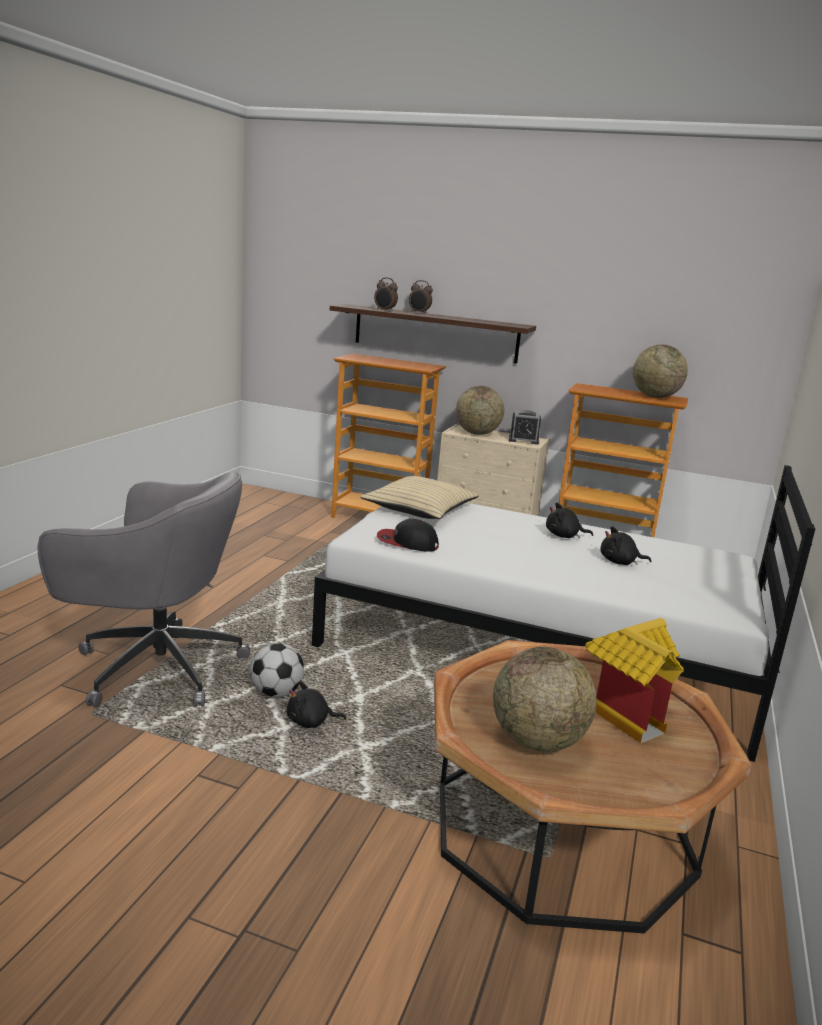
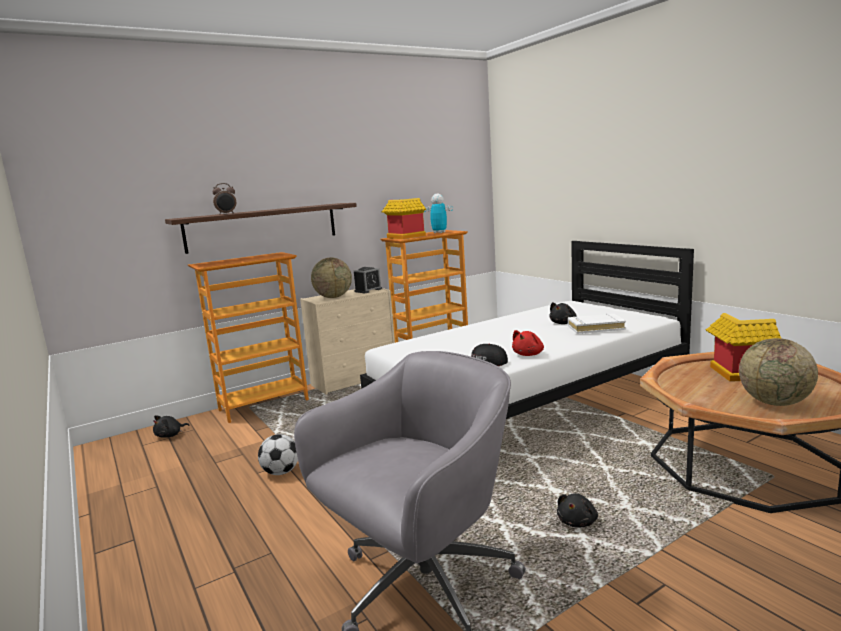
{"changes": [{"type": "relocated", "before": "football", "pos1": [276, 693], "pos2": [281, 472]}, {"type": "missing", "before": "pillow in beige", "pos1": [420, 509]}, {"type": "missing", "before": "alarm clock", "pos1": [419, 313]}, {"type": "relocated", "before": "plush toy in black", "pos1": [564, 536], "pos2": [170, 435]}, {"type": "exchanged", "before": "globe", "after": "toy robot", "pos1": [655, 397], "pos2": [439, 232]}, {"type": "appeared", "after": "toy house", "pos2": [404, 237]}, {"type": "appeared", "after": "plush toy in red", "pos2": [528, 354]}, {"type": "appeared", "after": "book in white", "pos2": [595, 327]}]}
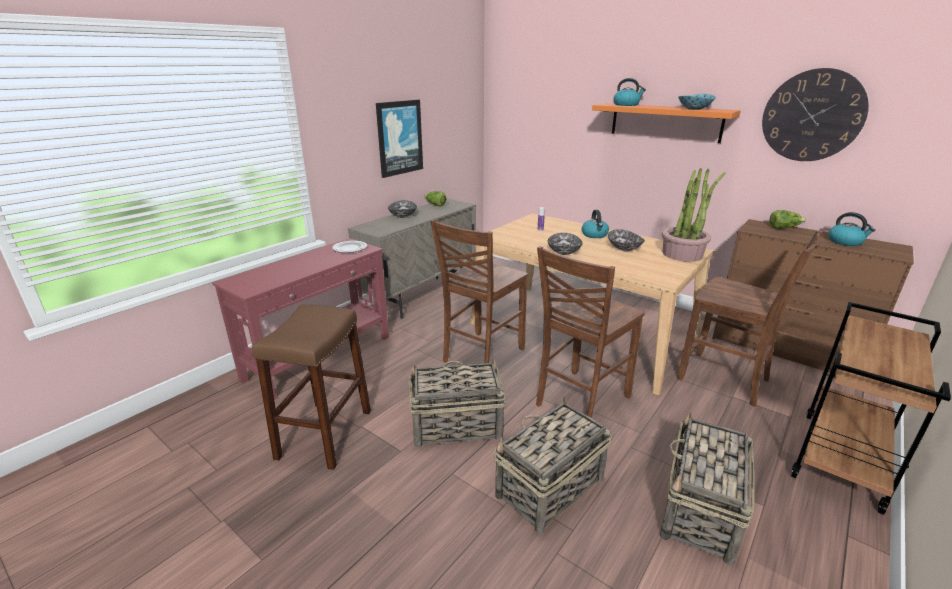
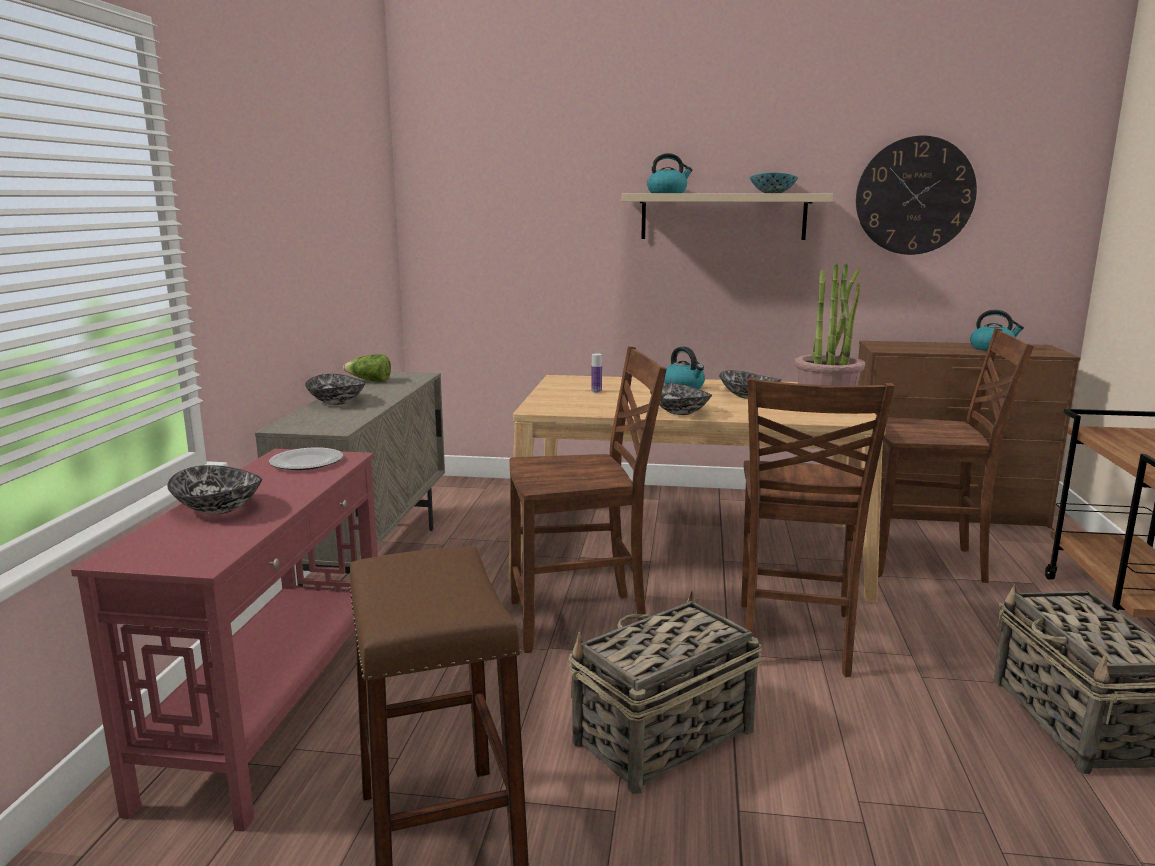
{"changes": [{"type": "missing", "before": "picture", "pos1": [399, 138]}, {"type": "spun", "before": "chair in brown", "pos1": [481, 355], "pos2": [581, 621], "turn": -105}, {"type": "missing", "before": "basket", "pos1": [549, 488]}, {"type": "colour", "before": "shelf in orange", "after": "shelf in beige", "pos1": [665, 122], "pos2": [723, 216]}, {"type": "missing", "before": "lettuce", "pos1": [783, 228]}, {"type": "appeared", "after": "bowl", "pos2": [219, 508]}]}
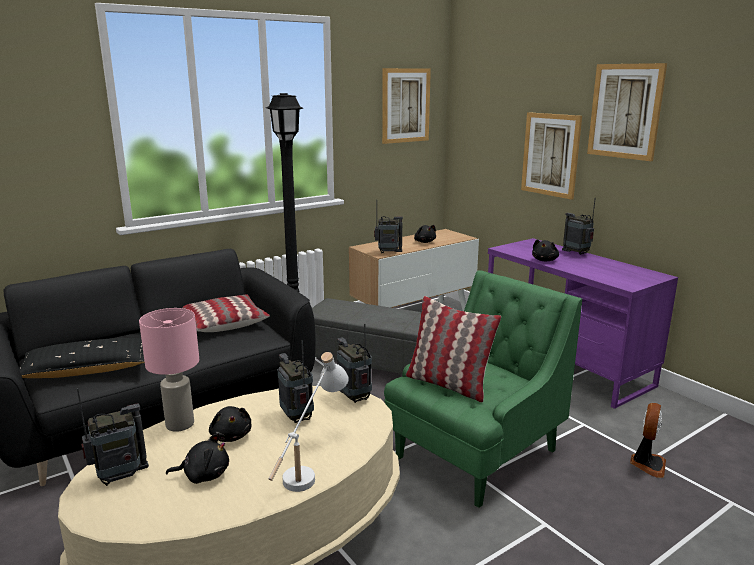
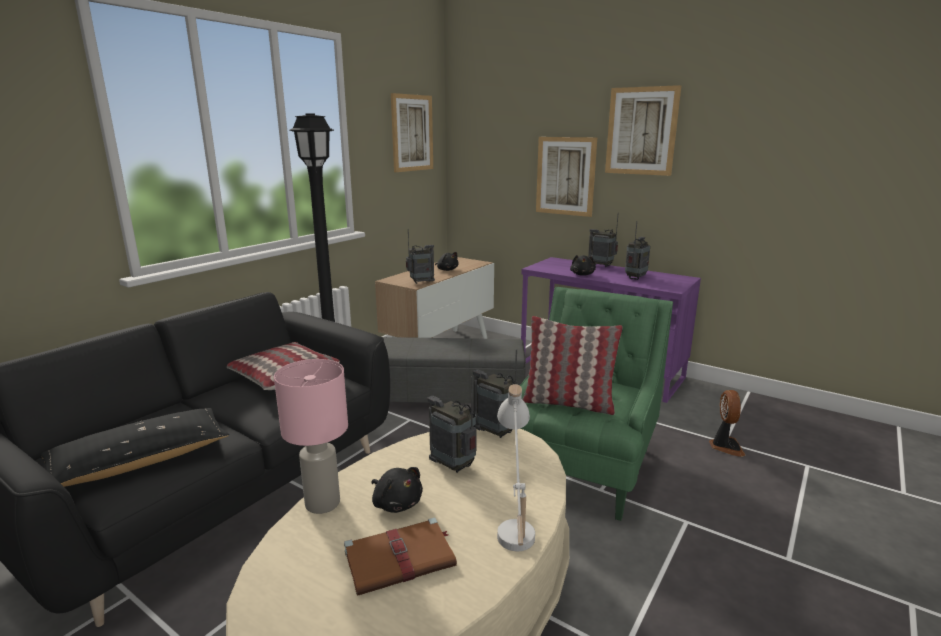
{"changes": [{"type": "relocated", "before": "radio", "pos1": [119, 478], "pos2": [635, 278]}, {"type": "exchanged", "before": "plush toy in black", "after": "book in brown", "pos1": [204, 475], "pos2": [401, 558]}]}
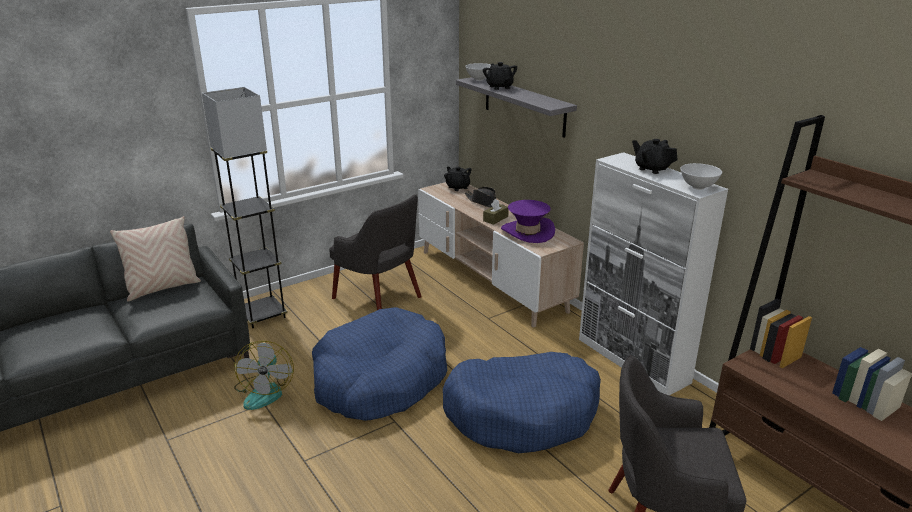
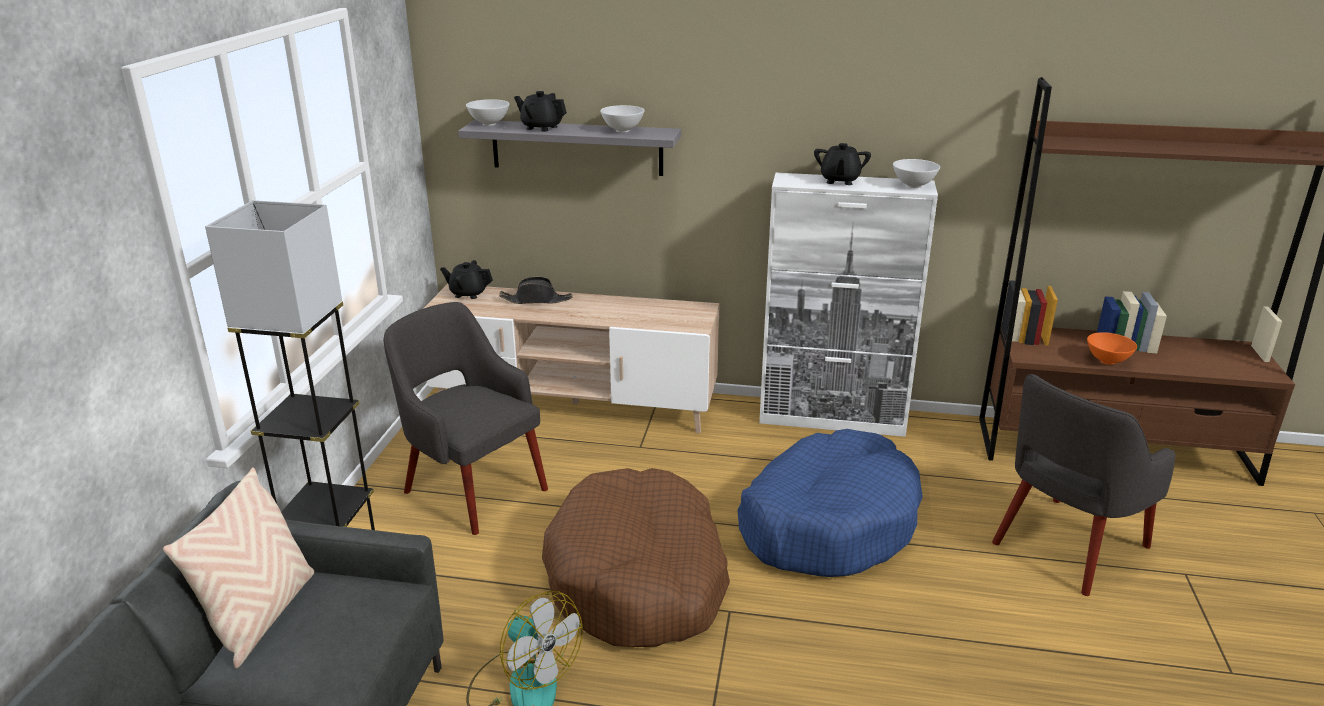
{"changes": [{"type": "colour", "before": "dog bed in blue", "after": "dog bed in brown", "pos1": [380, 379], "pos2": [638, 579]}, {"type": "spun", "before": "armchair in grey", "pos1": [378, 298], "pos2": [473, 489], "turn": -135}, {"type": "missing", "before": "tissue box in brown", "pos1": [495, 219]}, {"type": "missing", "before": "hat in purple", "pos1": [527, 232]}, {"type": "spun", "before": "teapot in black", "pos1": [652, 169], "pos2": [839, 181], "turn": -75}, {"type": "appeared", "after": "bowl in white", "pos2": [623, 131]}, {"type": "appeared", "after": "bowl in orange", "pos2": [1107, 361]}]}
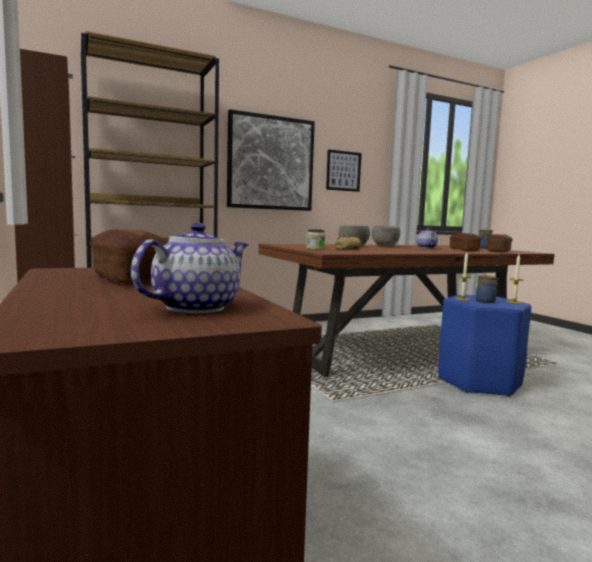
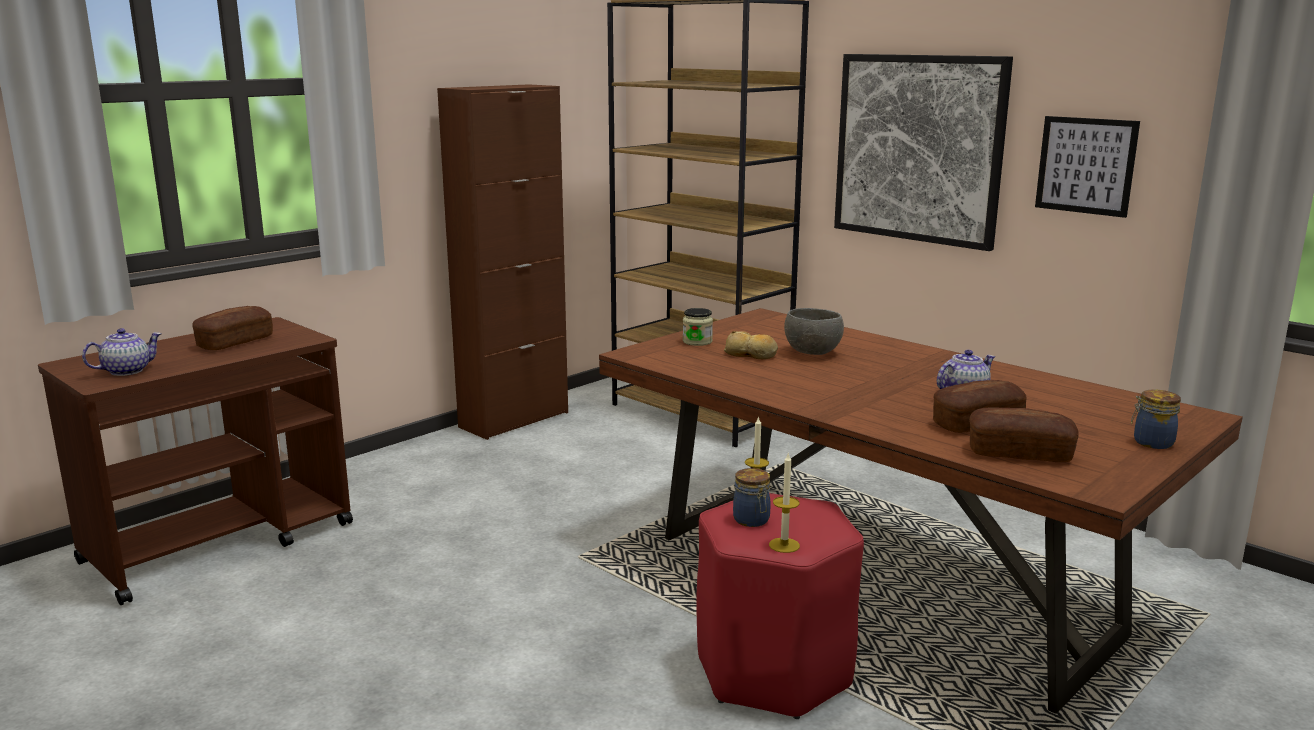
{"changes": [{"type": "spun", "before": "teapot", "pos1": [196, 307], "pos2": [127, 371], "turn": -60}, {"type": "missing", "before": "bowl in grey", "pos1": [384, 246]}, {"type": "colour", "before": "stool in blue", "after": "stool in red", "pos1": [479, 383], "pos2": [772, 672]}]}
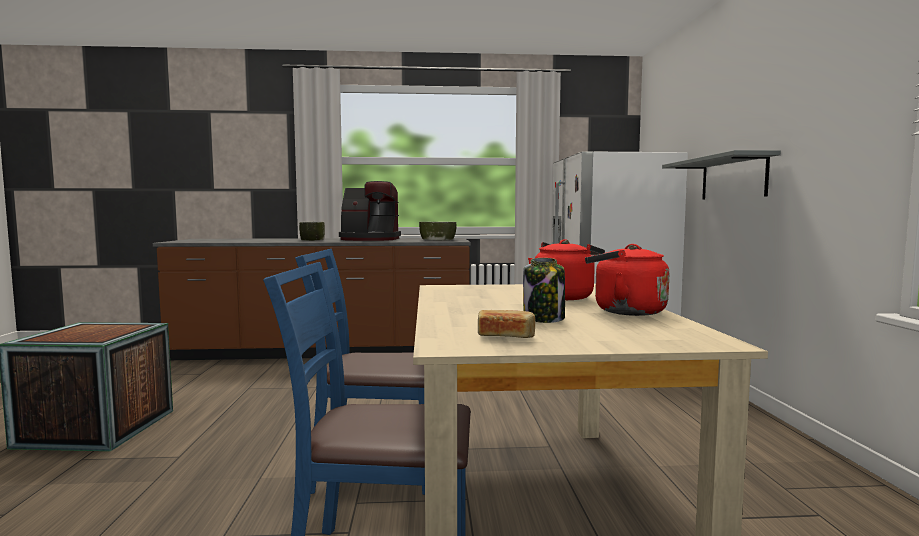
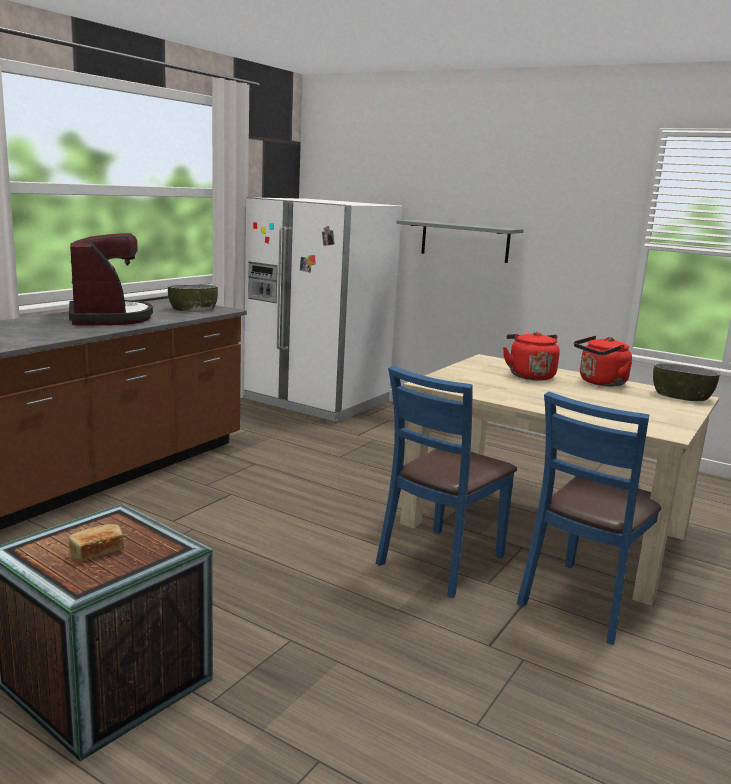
{"changes": [{"type": "relocated", "before": "bowl", "pos1": [312, 240], "pos2": [681, 396]}, {"type": "spun", "before": "coffee machine", "pos1": [370, 239], "pos2": [108, 317], "turn": -60}, {"type": "relocated", "before": "bread", "pos1": [505, 336], "pos2": [96, 552]}, {"type": "missing", "before": "jar", "pos1": [544, 318]}]}
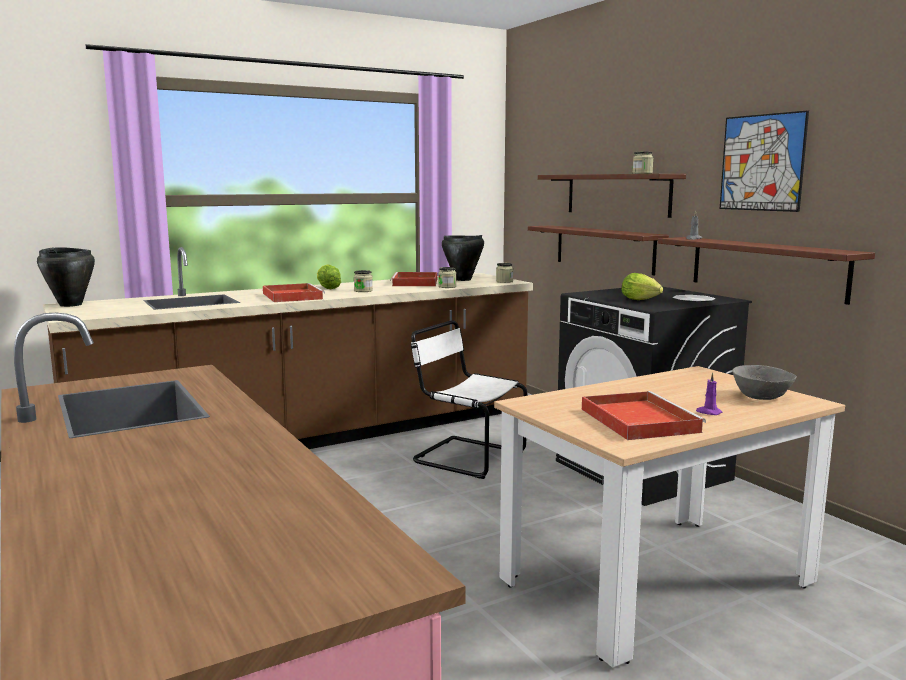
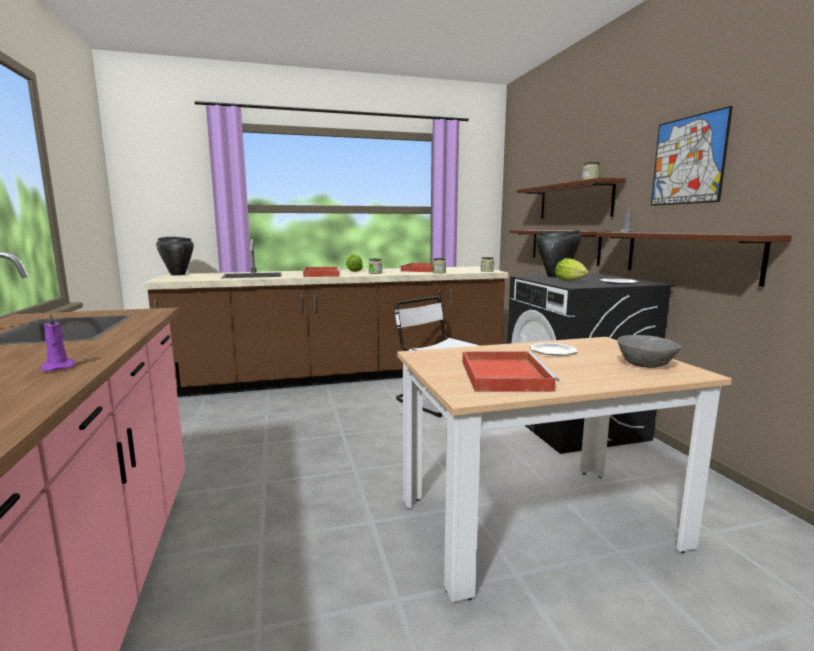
{"changes": [{"type": "relocated", "before": "cooking pot in black", "pos1": [463, 279], "pos2": [556, 276]}, {"type": "relocated", "before": "candle in purple", "pos1": [708, 412], "pos2": [58, 367]}, {"type": "appeared", "after": "plate", "pos2": [552, 351]}]}
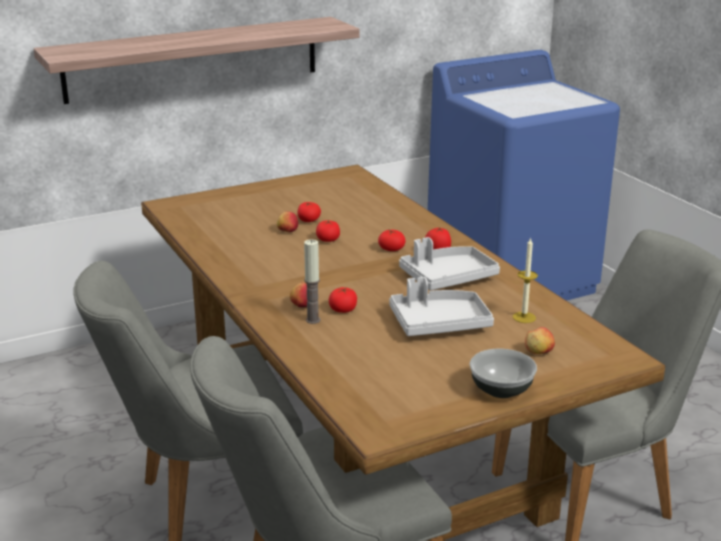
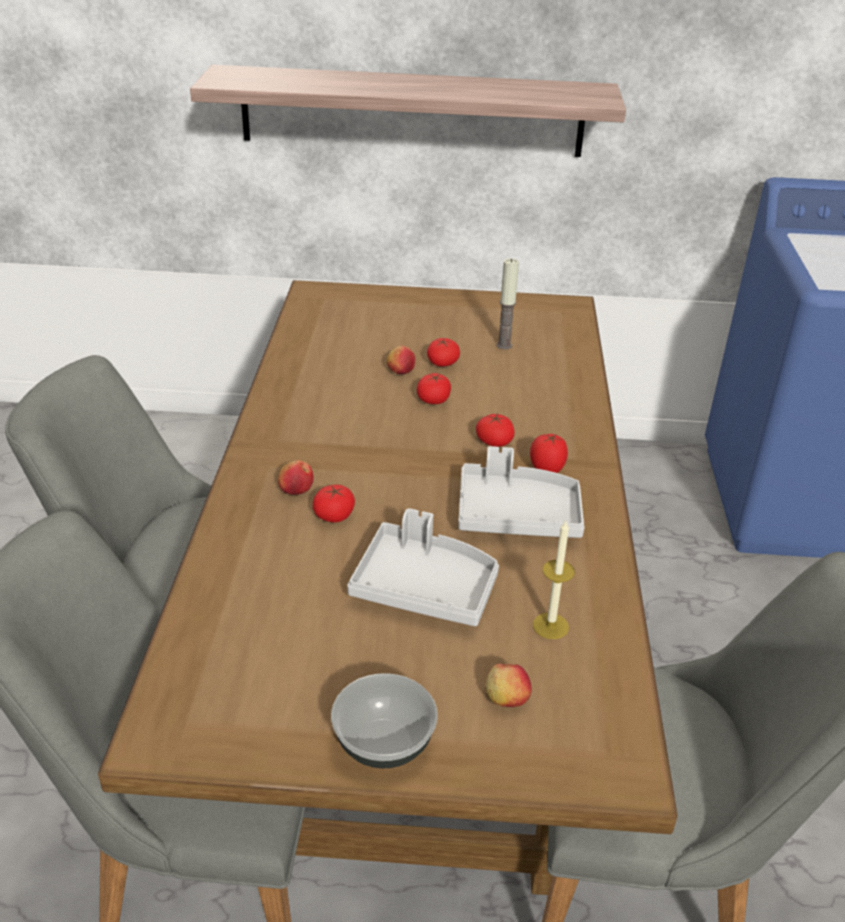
{"changes": [{"type": "relocated", "before": "candle", "pos1": [313, 320], "pos2": [504, 345]}]}
